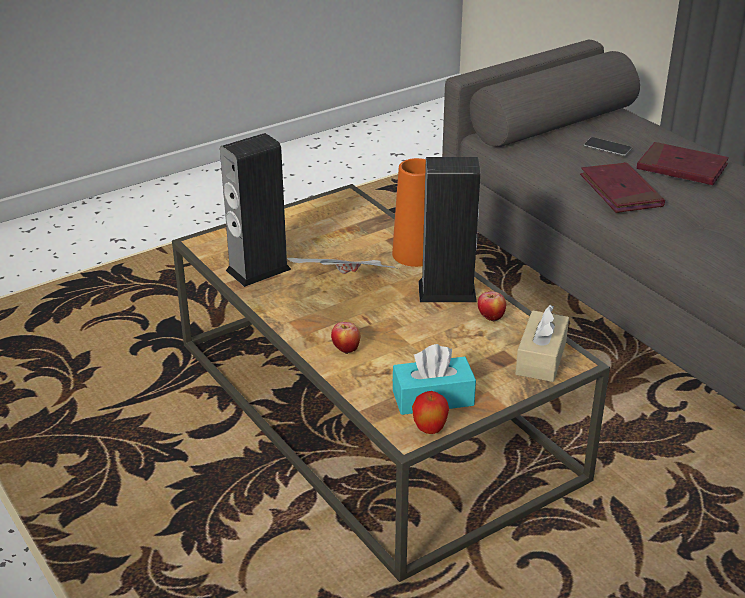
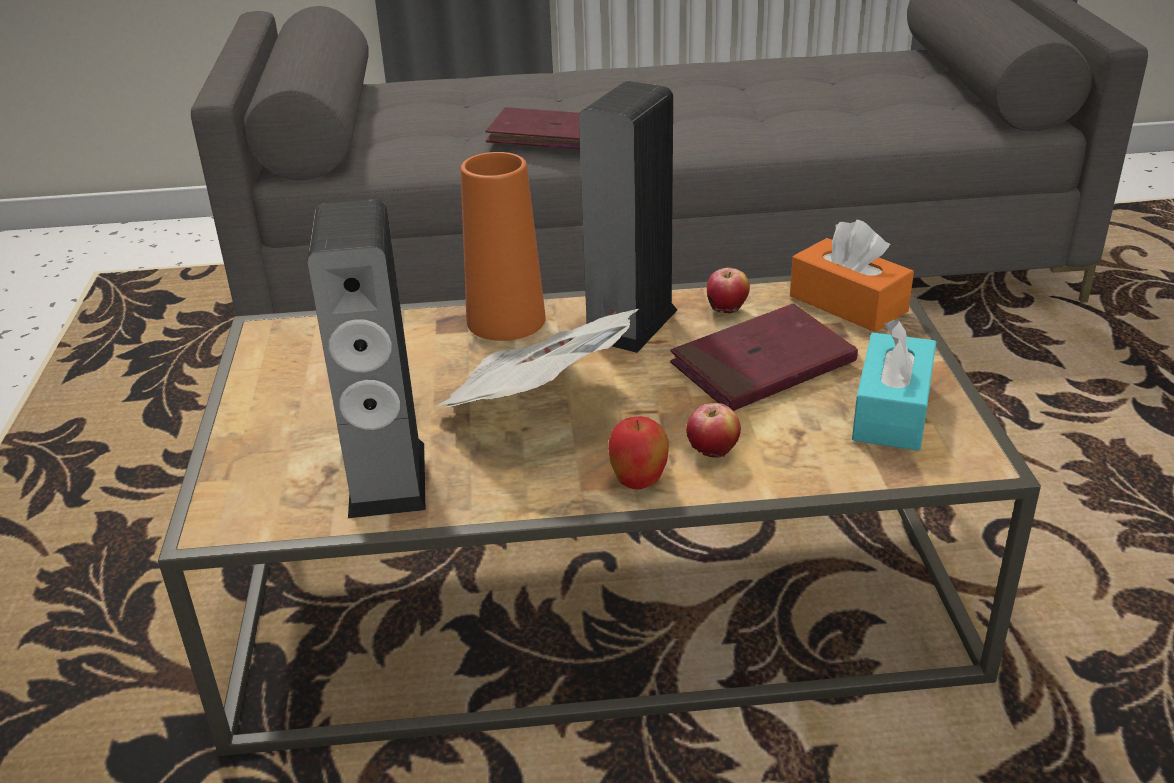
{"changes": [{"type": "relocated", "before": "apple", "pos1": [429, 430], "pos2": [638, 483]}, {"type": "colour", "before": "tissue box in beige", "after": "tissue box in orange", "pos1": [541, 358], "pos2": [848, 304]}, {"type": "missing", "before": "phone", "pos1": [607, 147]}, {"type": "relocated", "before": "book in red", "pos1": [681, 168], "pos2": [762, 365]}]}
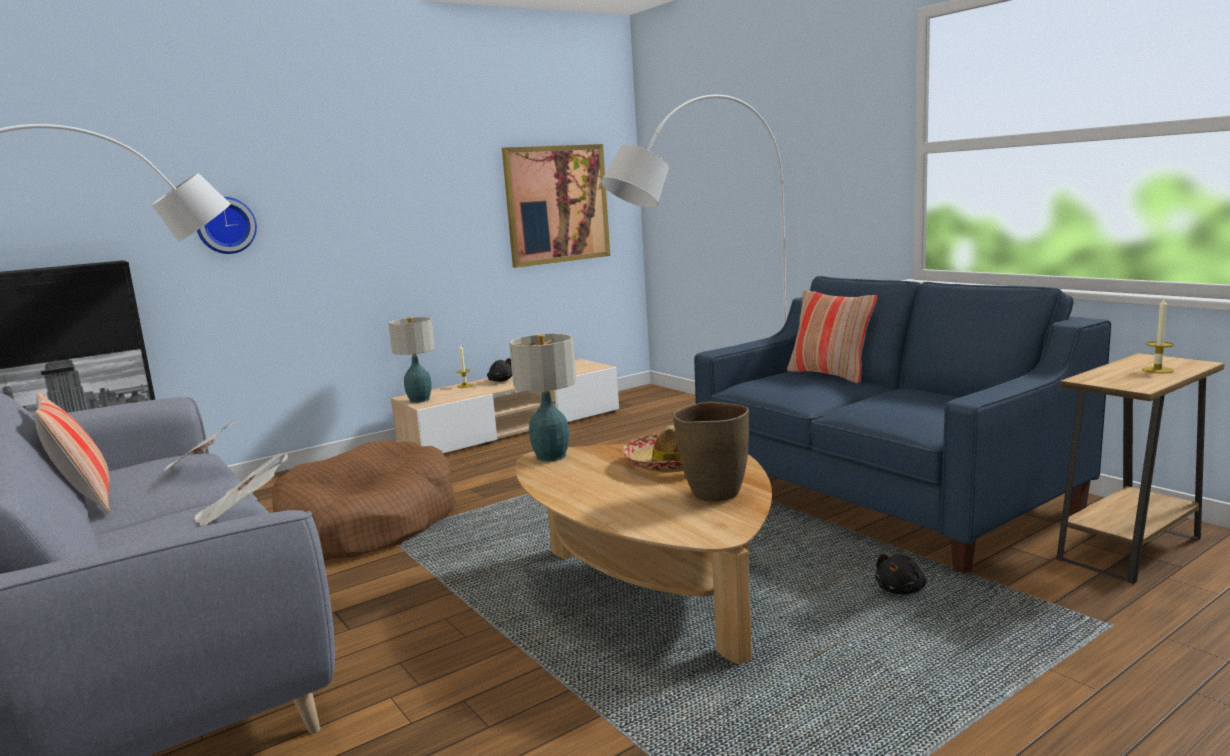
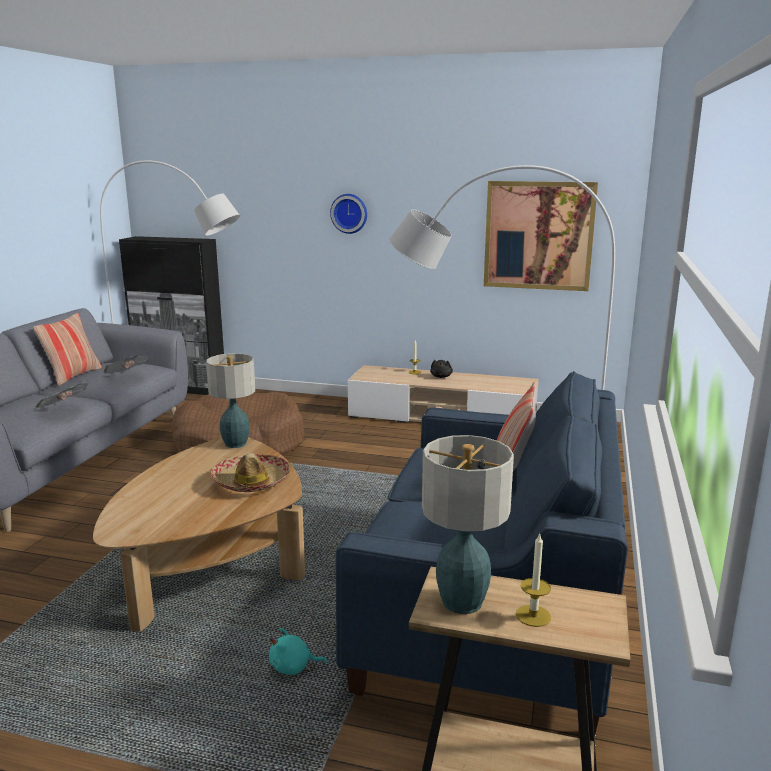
{"changes": [{"type": "relocated", "before": "wall clock", "pos1": [225, 225], "pos2": [349, 213]}, {"type": "relocated", "before": "table lamp", "pos1": [420, 400], "pos2": [463, 602]}, {"type": "missing", "before": "vase in brown", "pos1": [714, 494]}, {"type": "colour", "before": "plush toy in black", "after": "plush toy in turquoise", "pos1": [901, 590], "pos2": [293, 667]}]}
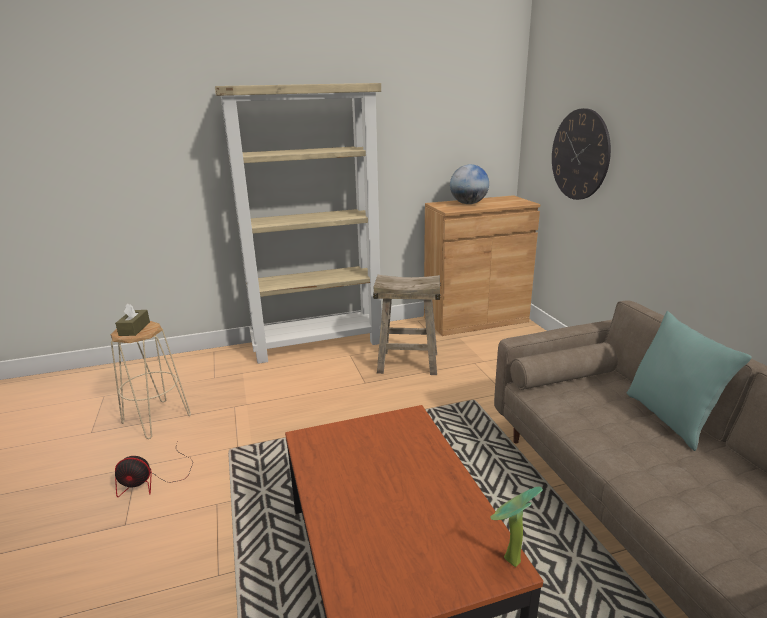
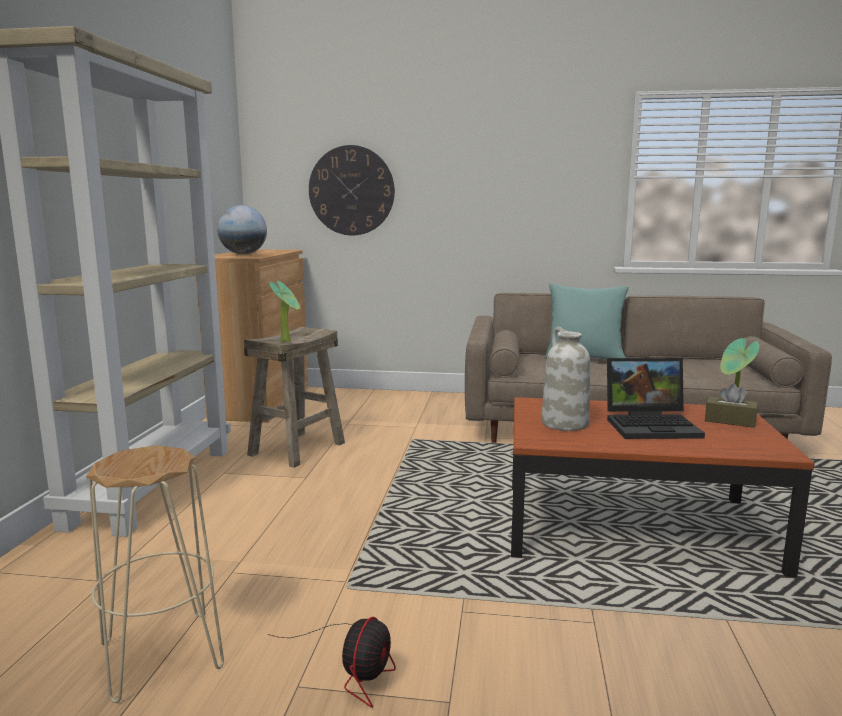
{"changes": [{"type": "relocated", "before": "tissue box in brown", "pos1": [134, 329], "pos2": [730, 421]}, {"type": "appeared", "after": "potted plant", "pos2": [287, 341]}, {"type": "appeared", "after": "vase in white", "pos2": [564, 423]}, {"type": "appeared", "after": "laptop", "pos2": [652, 425]}]}
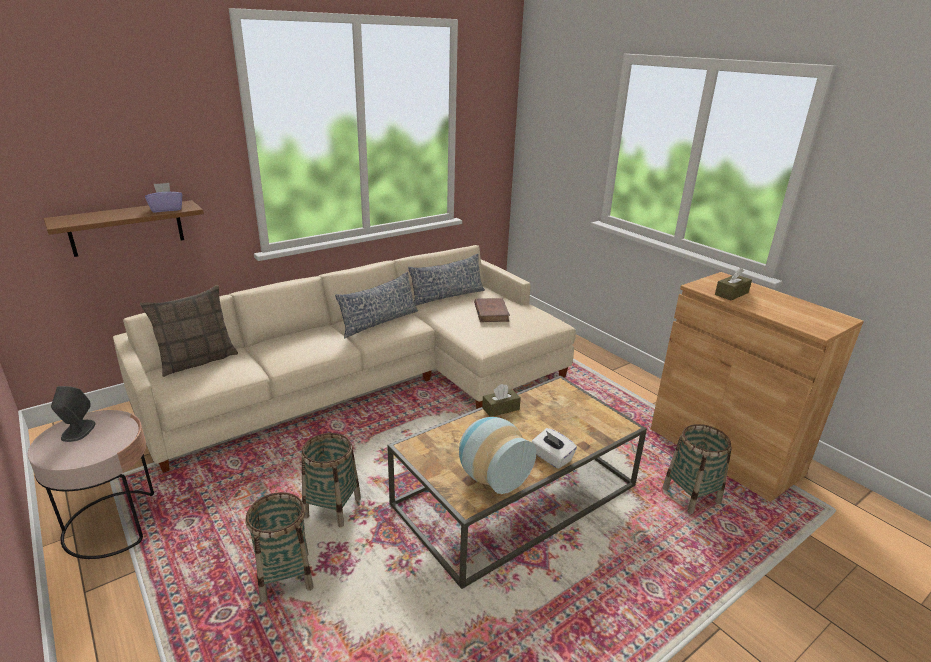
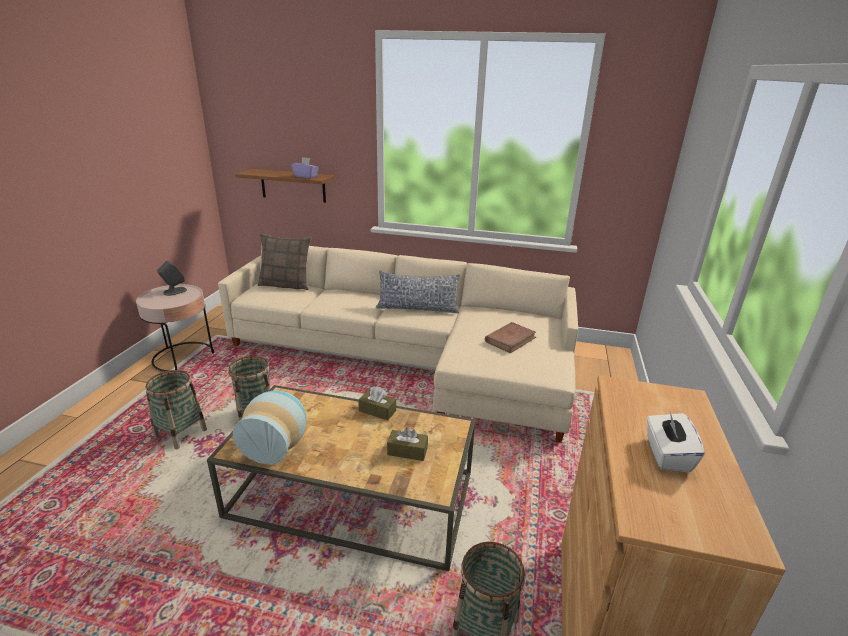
{"changes": [{"type": "missing", "before": "pillow", "pos1": [447, 296]}, {"type": "relocated", "before": "tissue box in white", "pos1": [552, 458], "pos2": [667, 454]}, {"type": "relocated", "before": "tissue box in brown", "pos1": [731, 294], "pos2": [407, 451]}]}
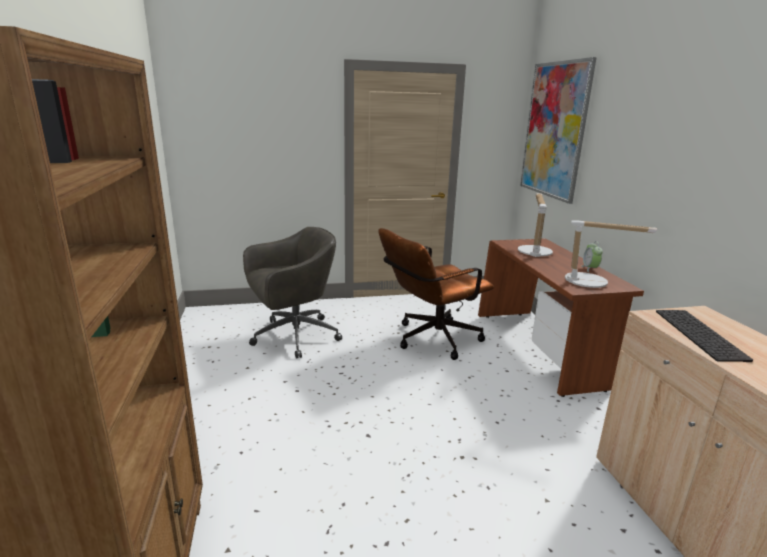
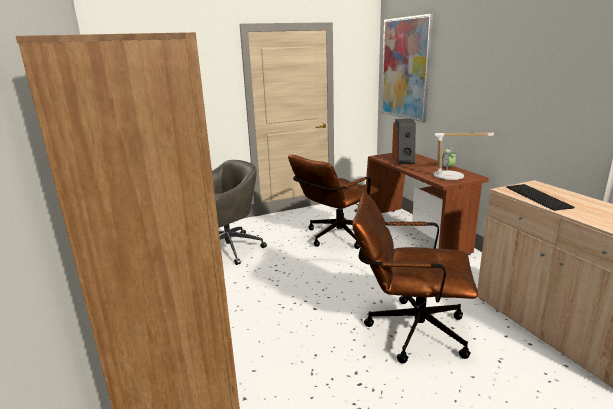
{"changes": [{"type": "exchanged", "before": "table lamp", "after": "speaker", "pos1": [534, 251], "pos2": [404, 160]}, {"type": "appeared", "after": "office chair in brown", "pos2": [408, 330]}]}
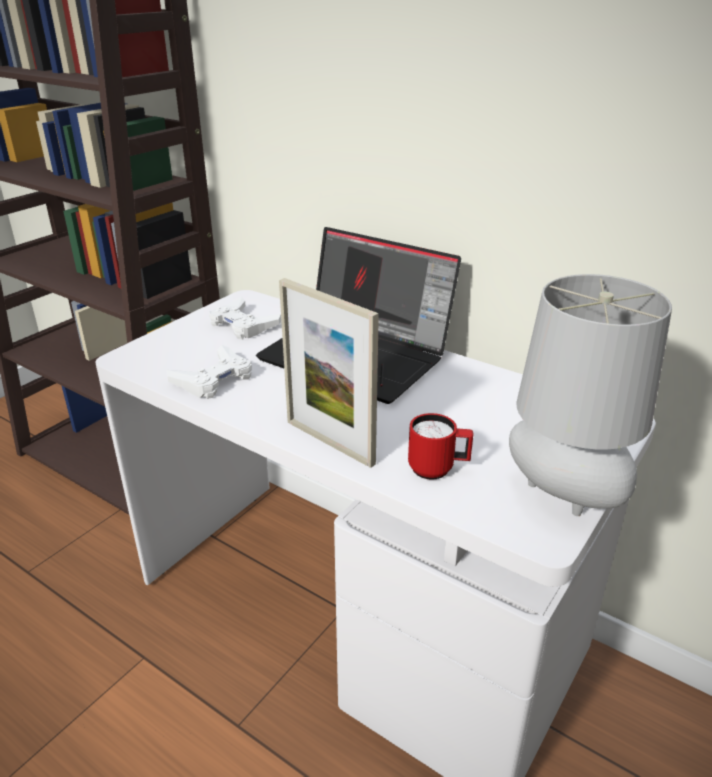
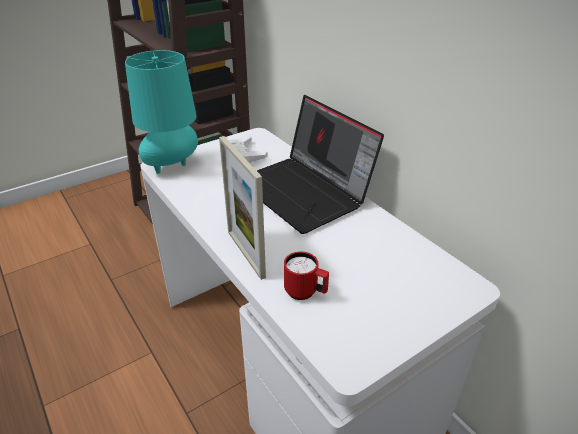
{"changes": [{"type": "missing", "before": "game controller in white", "pos1": [214, 379]}, {"type": "missing", "before": "table lamp in grey", "pos1": [565, 499]}, {"type": "appeared", "after": "table lamp in turquoise", "pos2": [172, 165]}]}
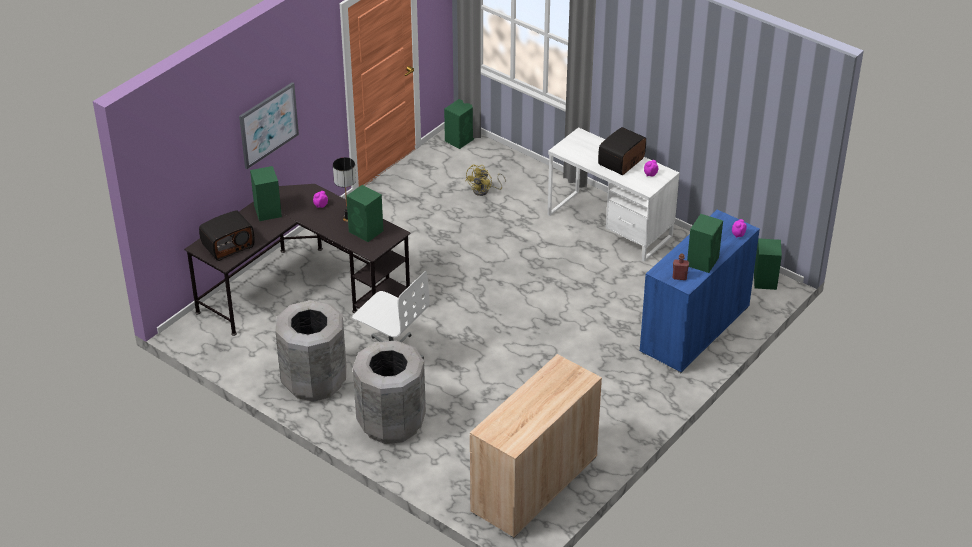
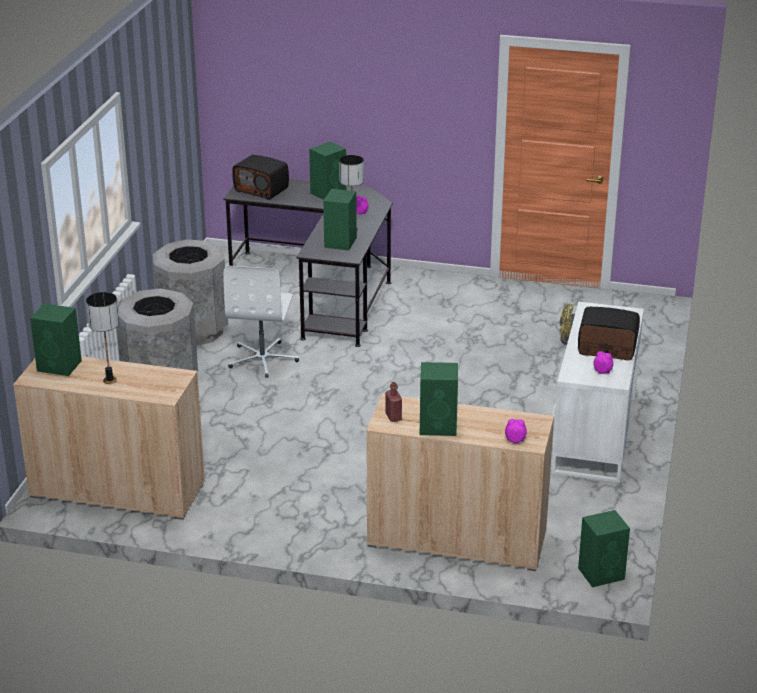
{"changes": [{"type": "missing", "before": "picture", "pos1": [268, 125]}, {"type": "relocated", "before": "speaker in green", "pos1": [460, 139], "pos2": [60, 366]}, {"type": "colour", "before": "cabinet in blue", "after": "cabinet in beige", "pos1": [694, 329], "pos2": [457, 538]}, {"type": "appeared", "after": "table lamp", "pos2": [109, 380]}]}
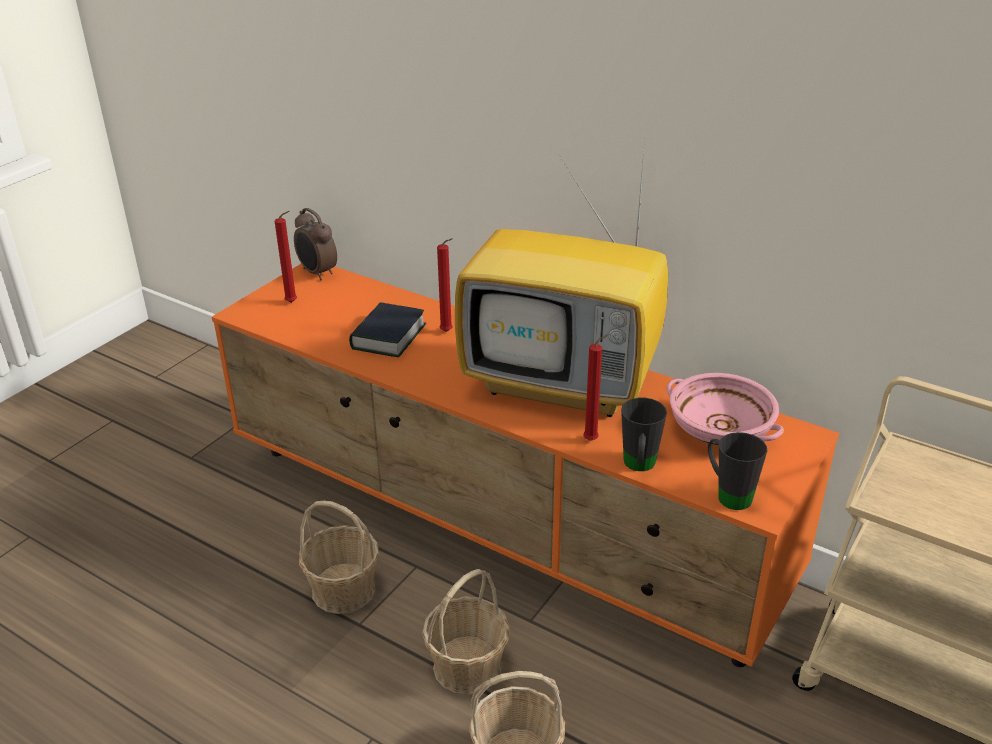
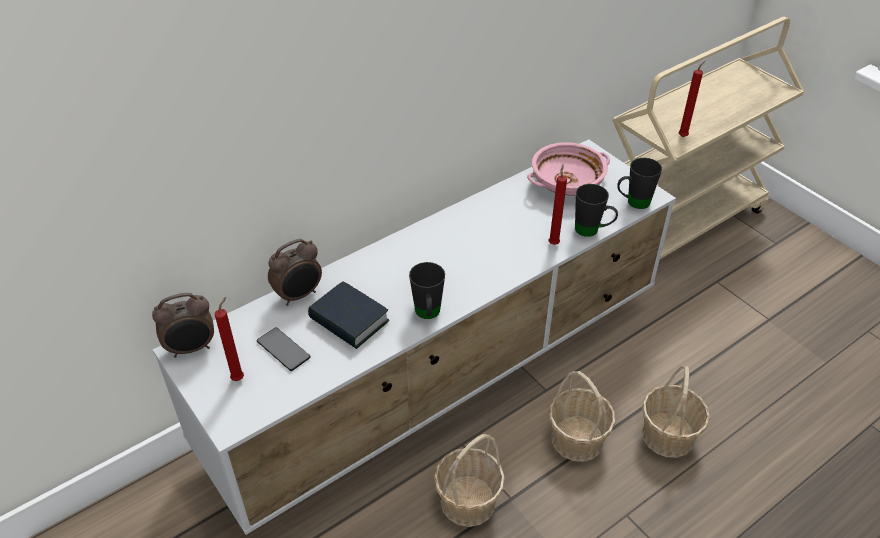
{"changes": [{"type": "colour", "before": "tv stand in orange", "after": "tv stand in white", "pos1": [500, 527], "pos2": [442, 378]}, {"type": "relocated", "before": "candle in red", "pos1": [448, 332], "pos2": [683, 136]}, {"type": "missing", "before": "television", "pos1": [565, 384]}, {"type": "appeared", "after": "phone", "pos2": [283, 350]}, {"type": "appeared", "after": "alarm clock", "pos2": [299, 295]}, {"type": "appeared", "after": "mug in black", "pos2": [428, 315]}]}
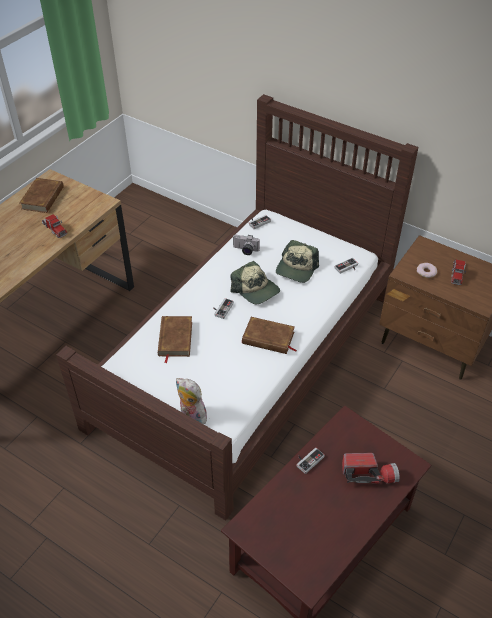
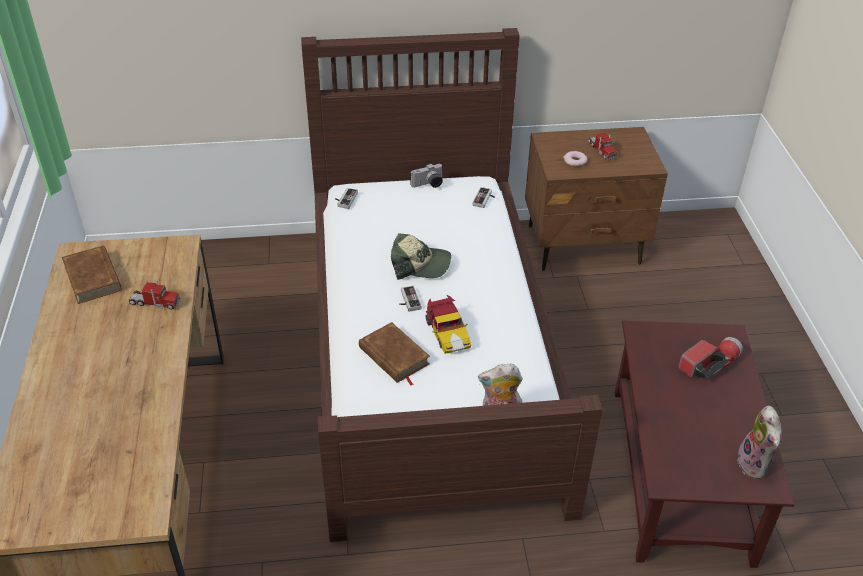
{"changes": [{"type": "relocated", "before": "photo camera", "pos1": [245, 250], "pos2": [428, 185]}, {"type": "missing", "before": "book in brown", "pos1": [268, 338]}, {"type": "missing", "before": "cap", "pos1": [296, 268]}, {"type": "missing", "before": "game controller", "pos1": [308, 459]}, {"type": "appeared", "after": "toy car", "pos2": [447, 333]}, {"type": "appeared", "after": "plush toy", "pos2": [755, 465]}]}
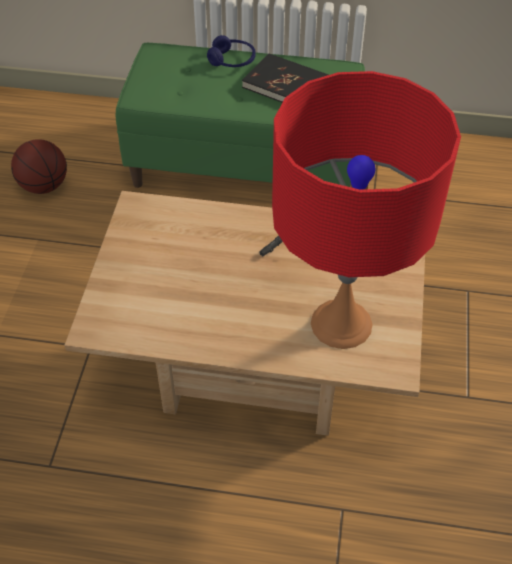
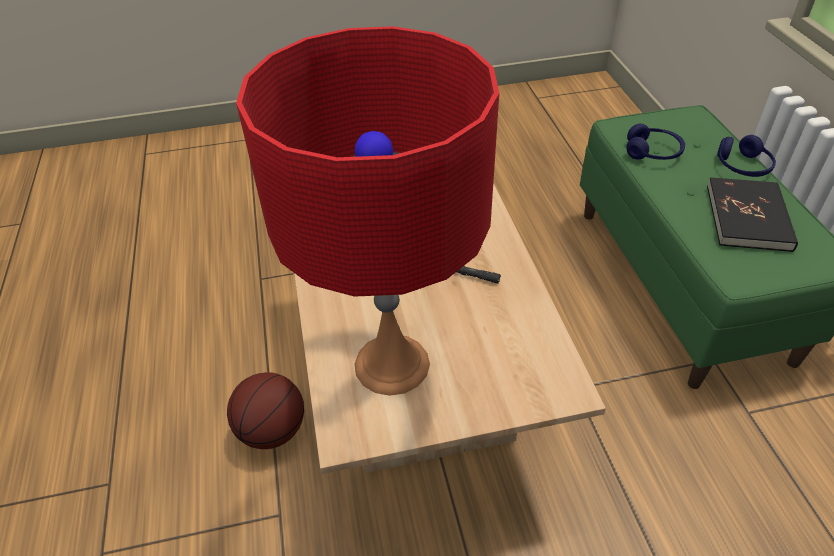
{"changes": [{"type": "relocated", "before": "basketball", "pos1": [44, 186], "pos2": [272, 430]}, {"type": "appeared", "after": "headphones in blue", "pos2": [653, 152]}]}
